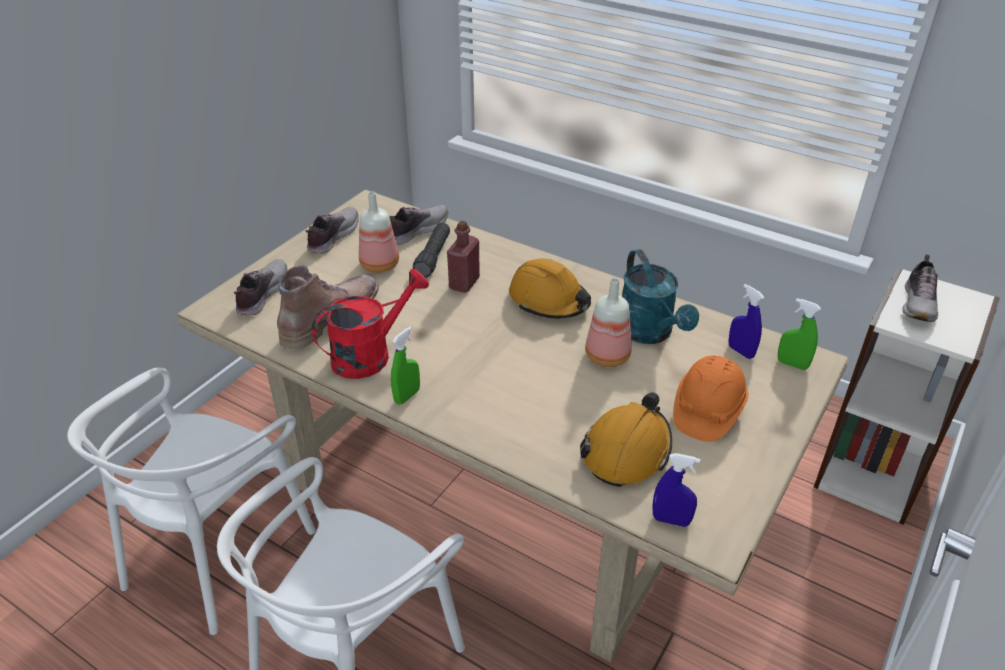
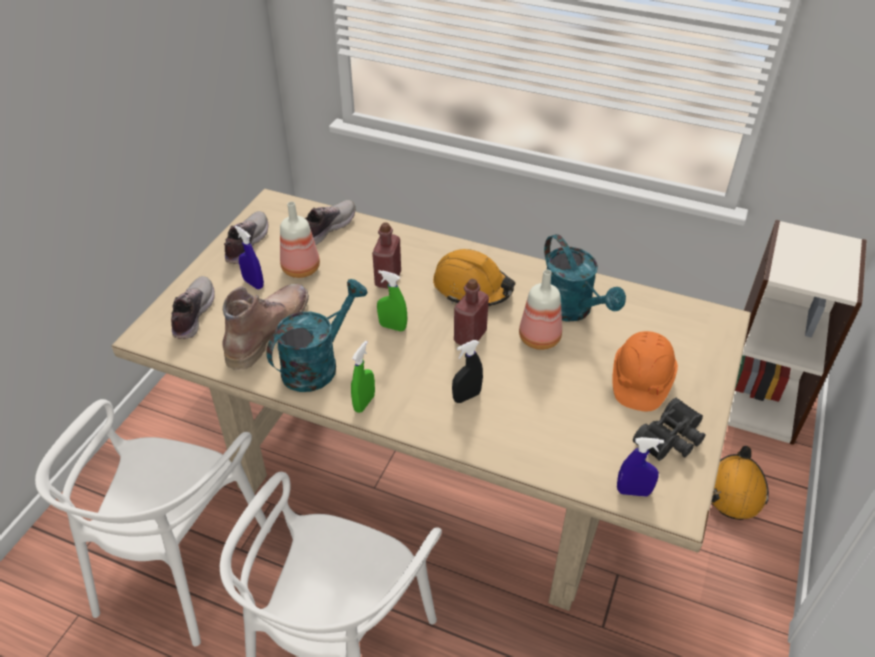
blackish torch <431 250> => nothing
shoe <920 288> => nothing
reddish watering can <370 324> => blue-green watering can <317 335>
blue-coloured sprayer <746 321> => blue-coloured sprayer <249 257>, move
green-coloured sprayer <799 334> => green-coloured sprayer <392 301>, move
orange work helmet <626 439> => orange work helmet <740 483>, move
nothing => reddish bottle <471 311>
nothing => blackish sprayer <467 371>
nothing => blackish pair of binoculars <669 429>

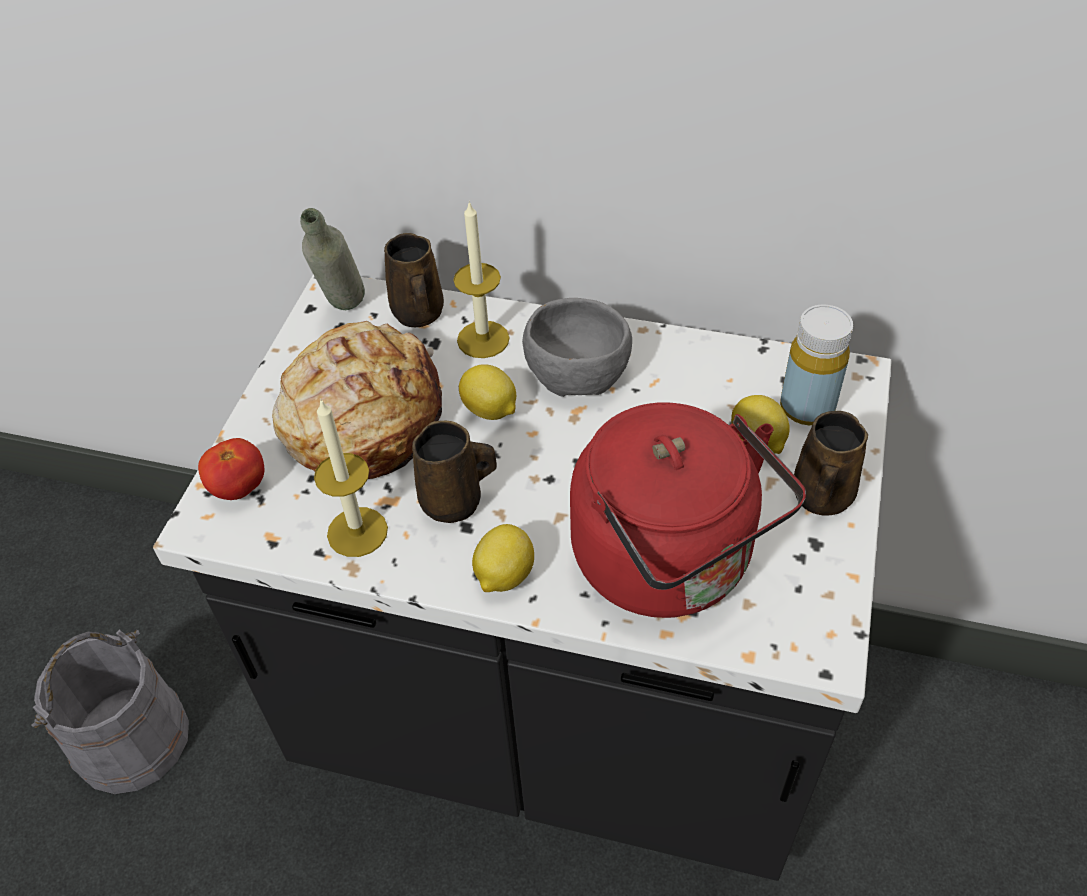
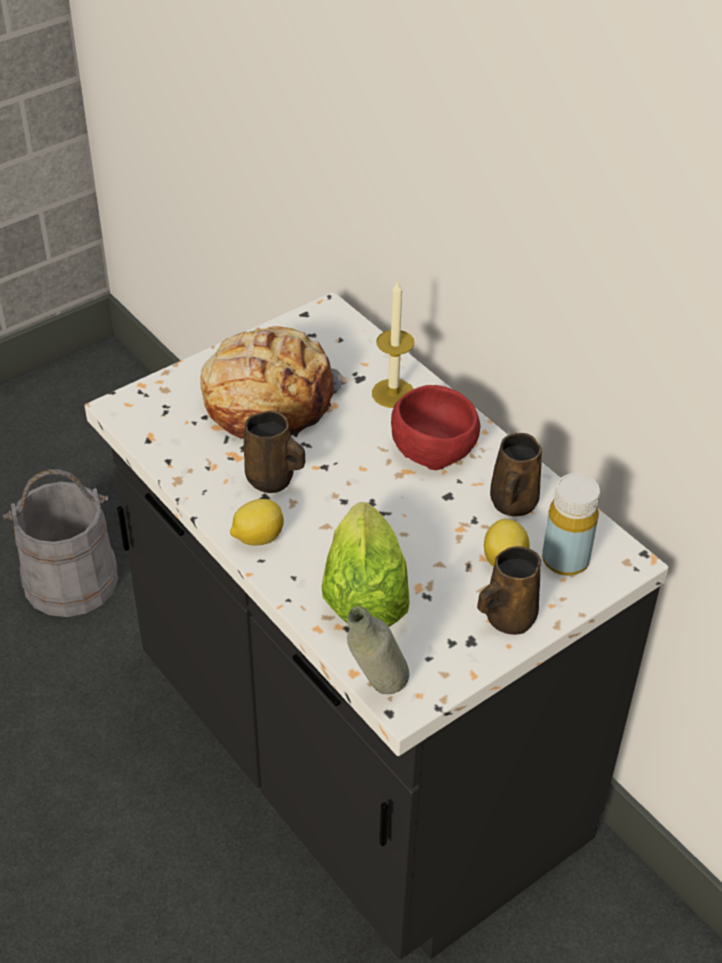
grey bottle <332 259> => grey bottle <378 650>, move
brownish tea mug <414 280> => brownish tea mug <516 474>, move
grey serving bowl <577 347> => reddish serving bowl <435 427>
citrus fruit <487 392> => nothing
wax candle <351 477> => nothing
reddish water kettle <688 510> => lettuce <366 564>
fresh tomato <231 469> => nothing

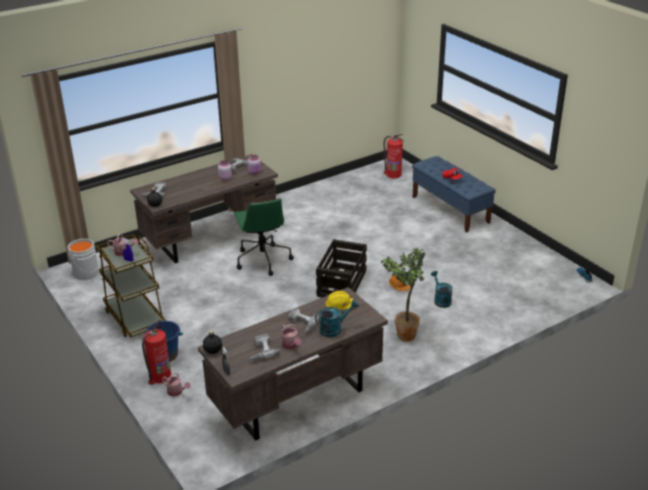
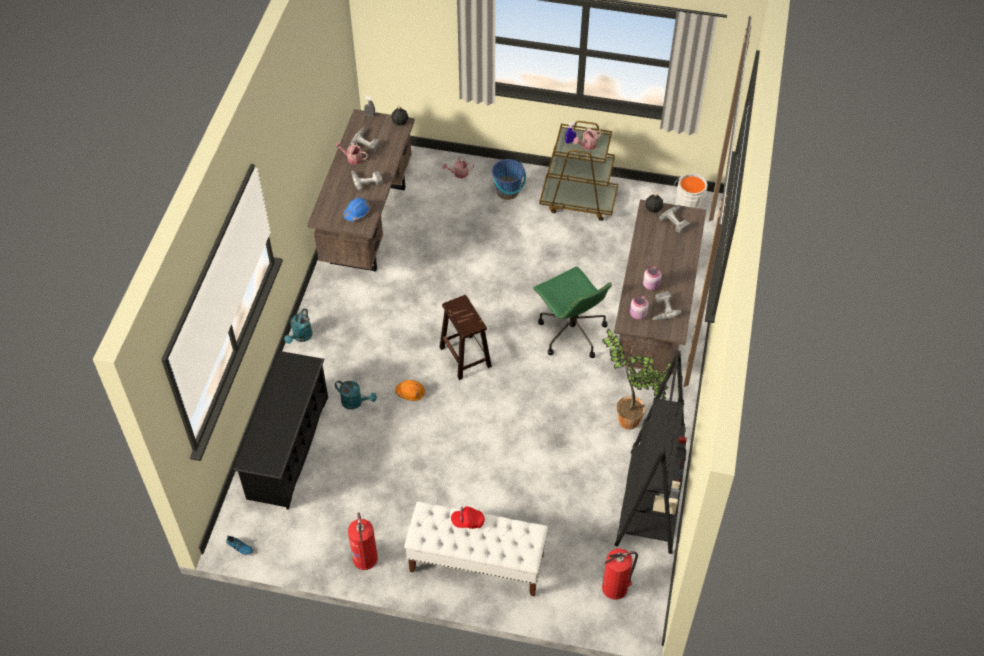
blue-coloured bench <454 194> => white-coloured bench <476 548>
green-coloured computer chair <264 237> => green-coloured computer chair <572 312>, 150 degrees counterclockwise
crate <341 268> => brownish stool <466 337>
plant in a pot <403 295> => plant in a pot <638 379>, move
yellow-coloured work helmet <339 300> => blue-coloured work helmet <356 209>
blue-green watering can <337 318> => blue-green watering can <298 326>, move
fire-fighting cylinder <156 352> => fire-fighting cylinder <363 541>, move
nothing => blackish shoe rack <280 430>
nothing => blackish shelving unit <651 452>

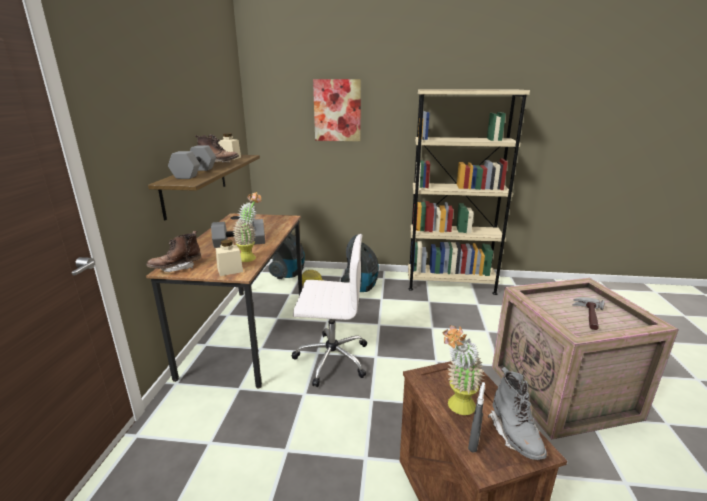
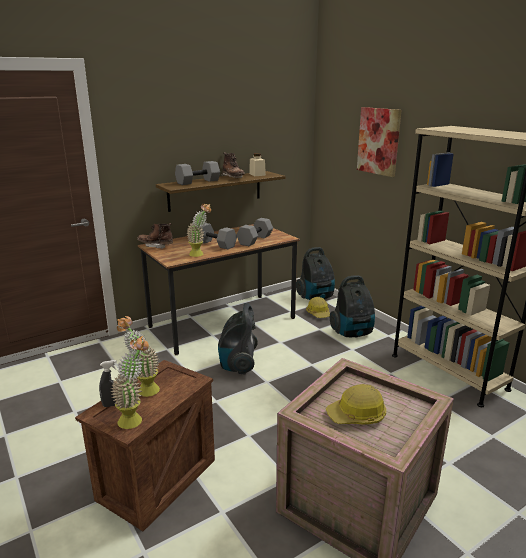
white-coloured computer chair <329 310> => vacuum cleaner <238 339>
sand-coloured storage jar <229 257> => nothing
hand hammer <588 313> => work helmet <356 404>
grey tall boot <517 413> => plant in a pot <130 382>
nothing => grey free weight <255 232>

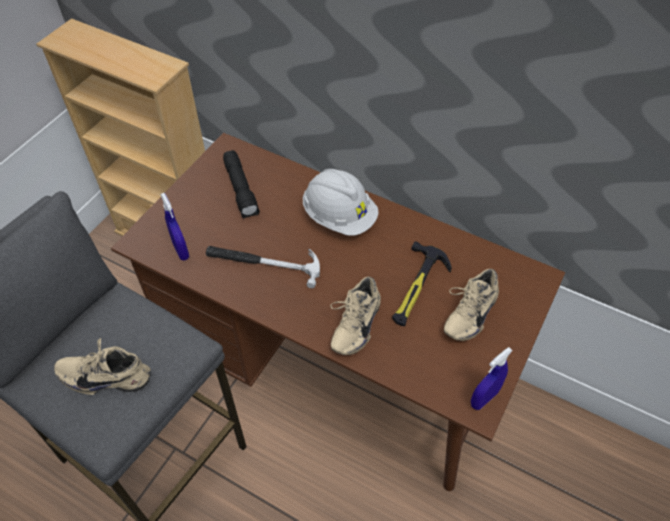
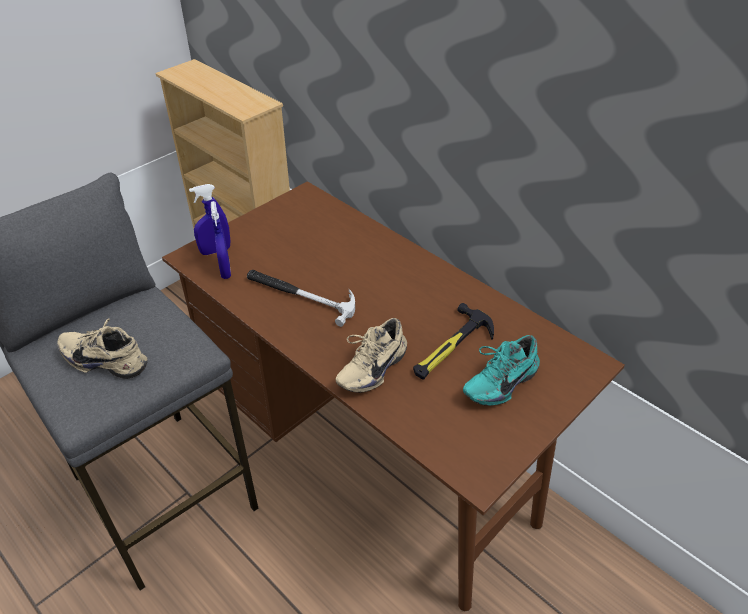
blackish torch <241 184> => nothing
white-coloured work helmet <341 202> => nothing
sand-coloured shoe <471 305> => blue-green shoe <501 370>
blue-coloured sprayer <492 378> => blue-coloured sprayer <209 219>, move

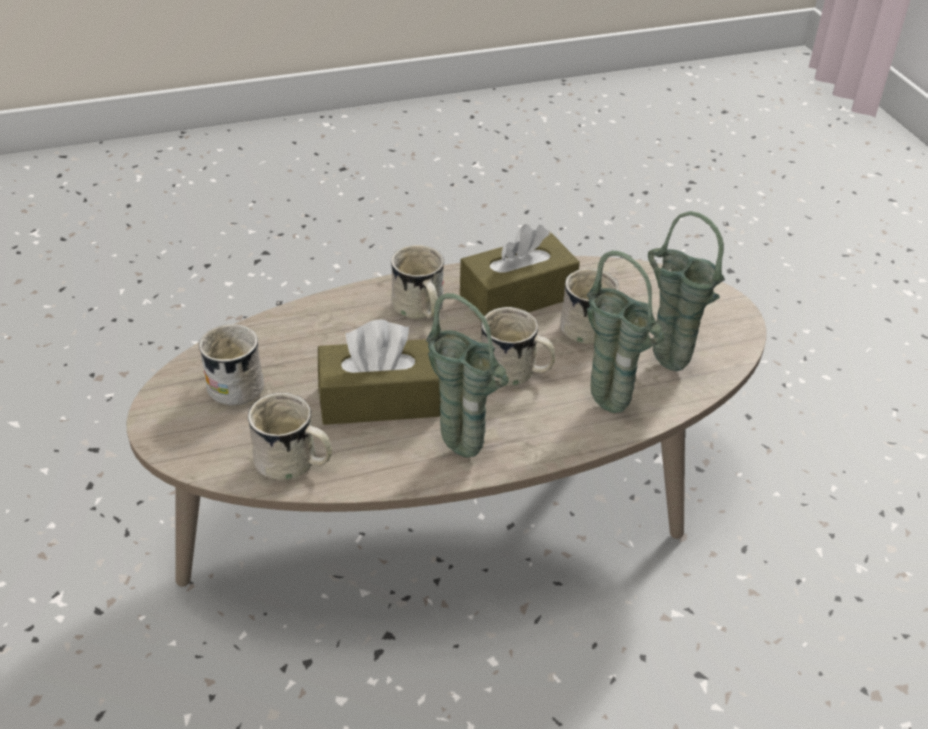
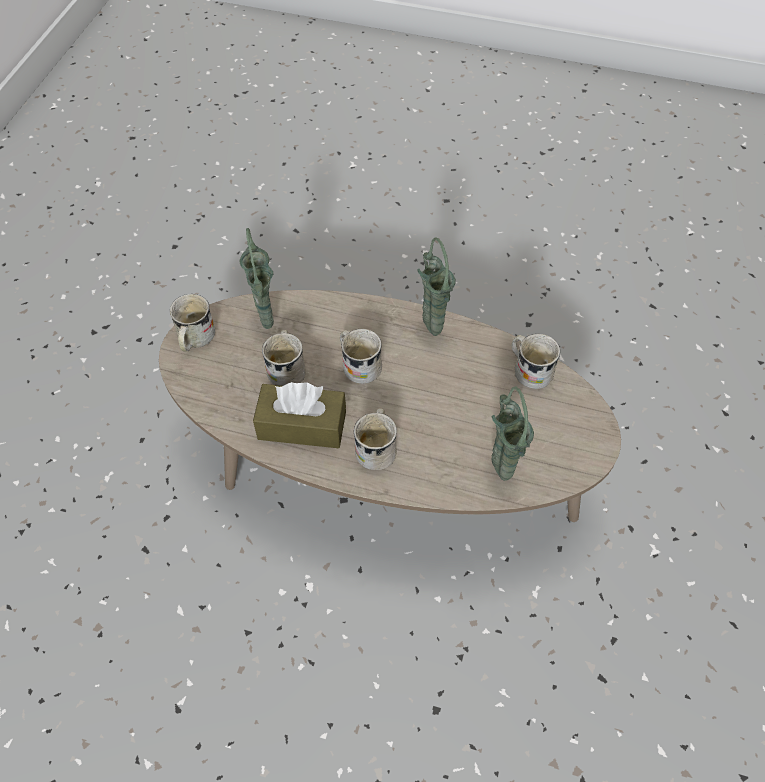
green-coloured flower vase <625 332> => green-coloured flower vase <512 433>, move
brownish tissue holder <379 372> => nothing
white-coloured tea mug <231 365> => white-coloured tea mug <192 323>, move

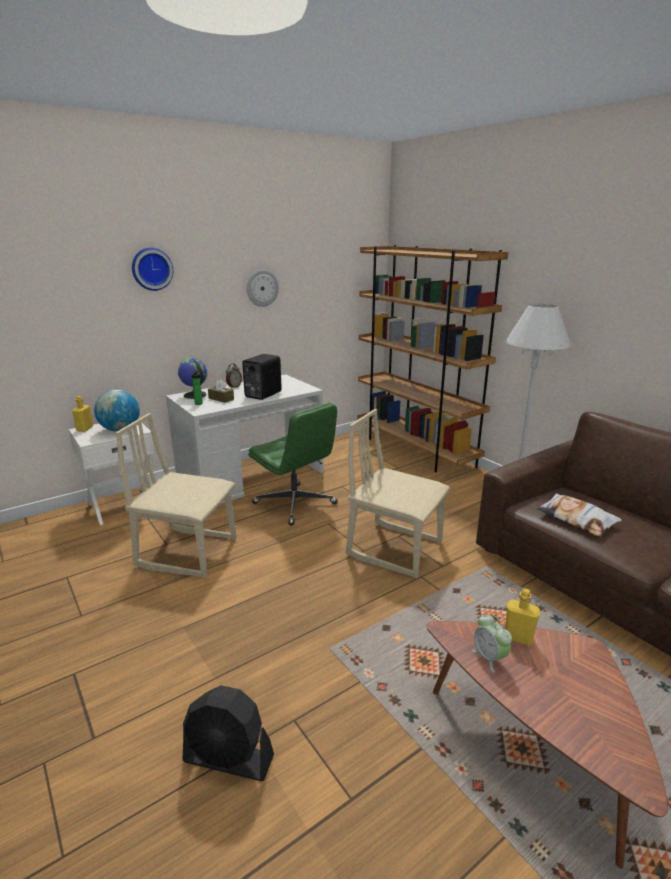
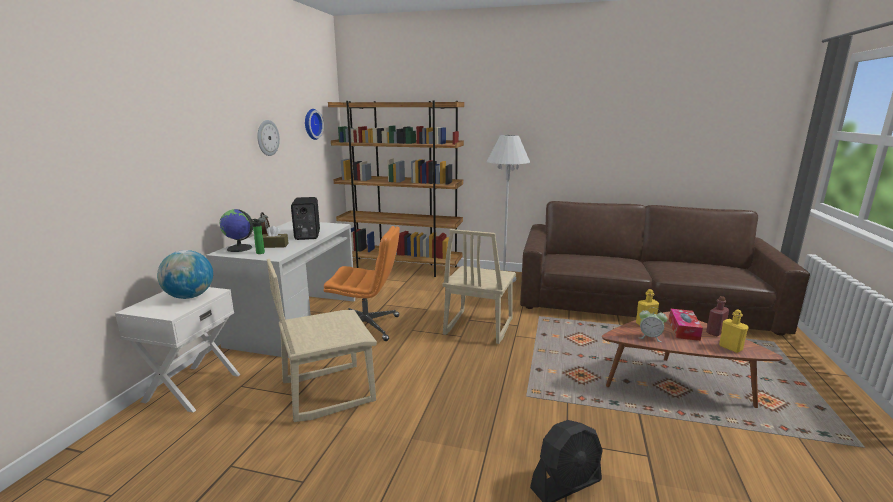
wall clock <152 269> => wall clock <314 124>, move
yellow-coloured bottle <82 414> => yellow-coloured bottle <734 331>, move
green-coloured computer chair <293 464> => orange computer chair <362 283>
sand-coloured chair <398 493> => sand-coloured chair <479 286>, 60 degrees counterclockwise
cushion <579 515> => nothing
nothing => reddish bottle <717 316>
nothing => tissue holder <686 325>

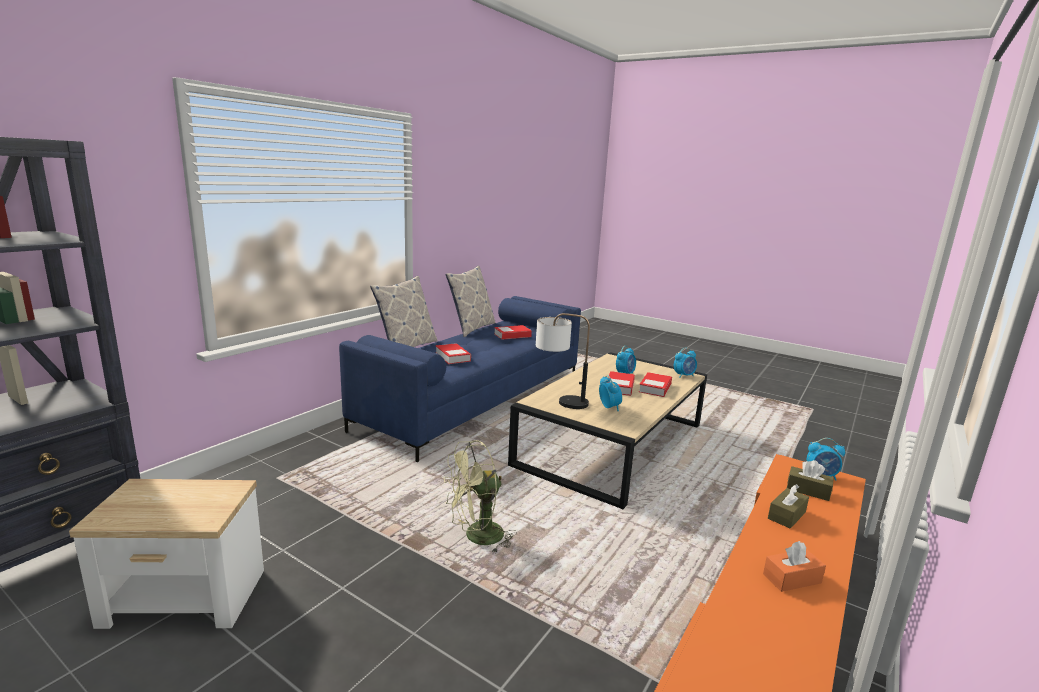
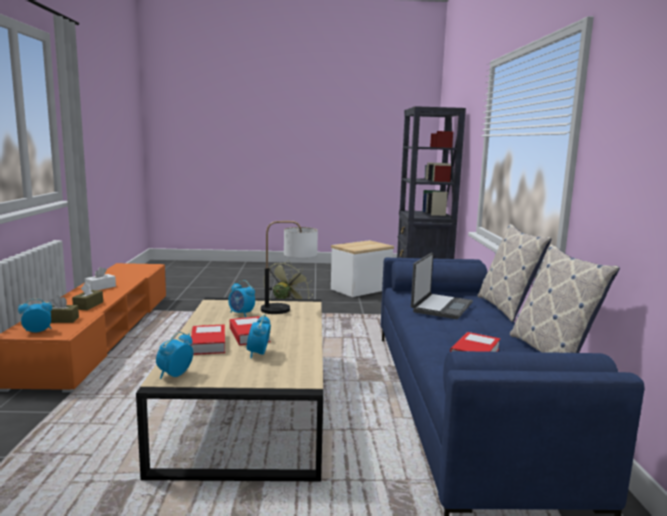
volume <453 353> => notebook computer <442 286>
orange tissue holder <794 566> => white-coloured tissue holder <100 278>

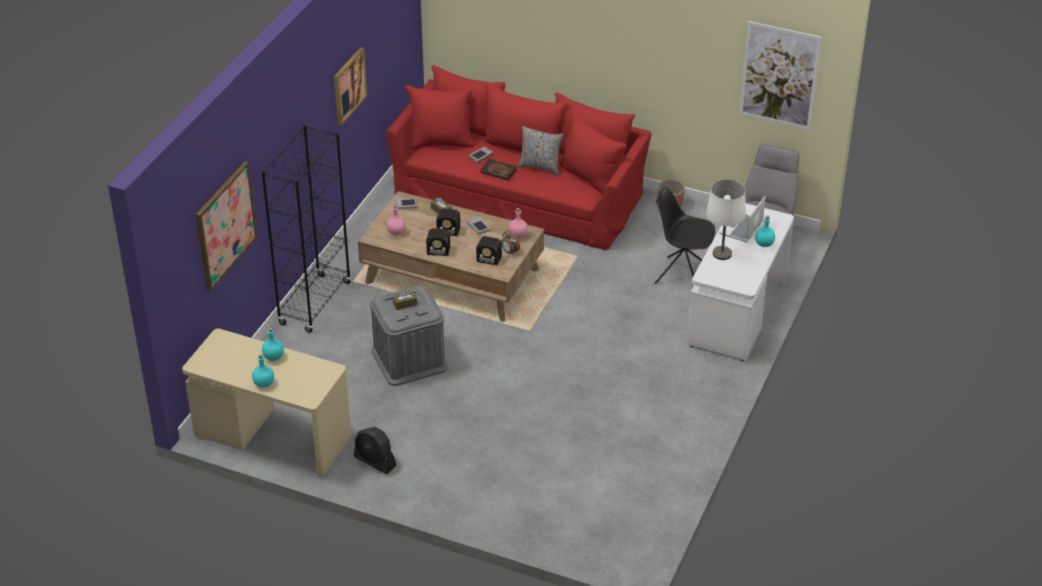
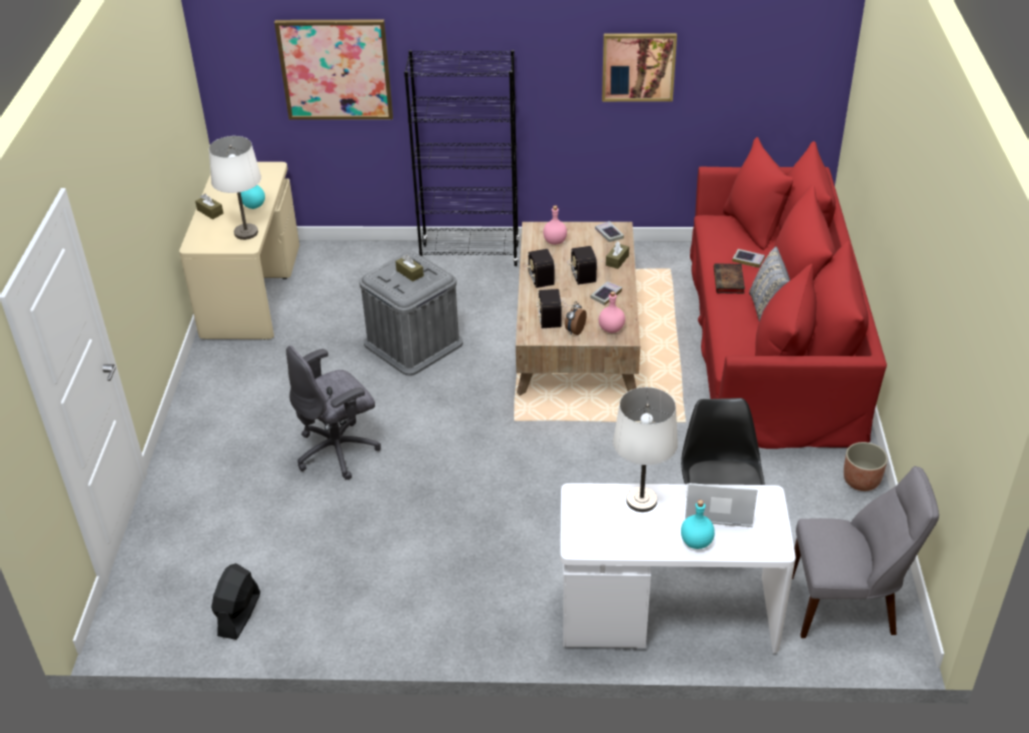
wall picture <780 75> => nothing
blue-green bottle <263 371> => brownish tissue holder <209 206>
blackish electric fan <375 450> => blackish electric fan <235 601>, move
nothing => white-coloured tabletop lamp <235 188>
nothing => grey computer chair <333 413>

